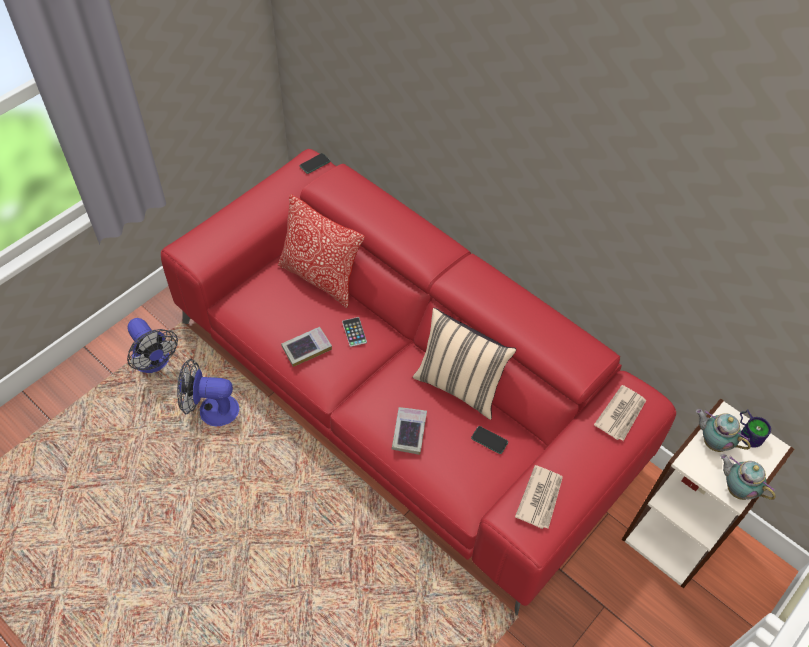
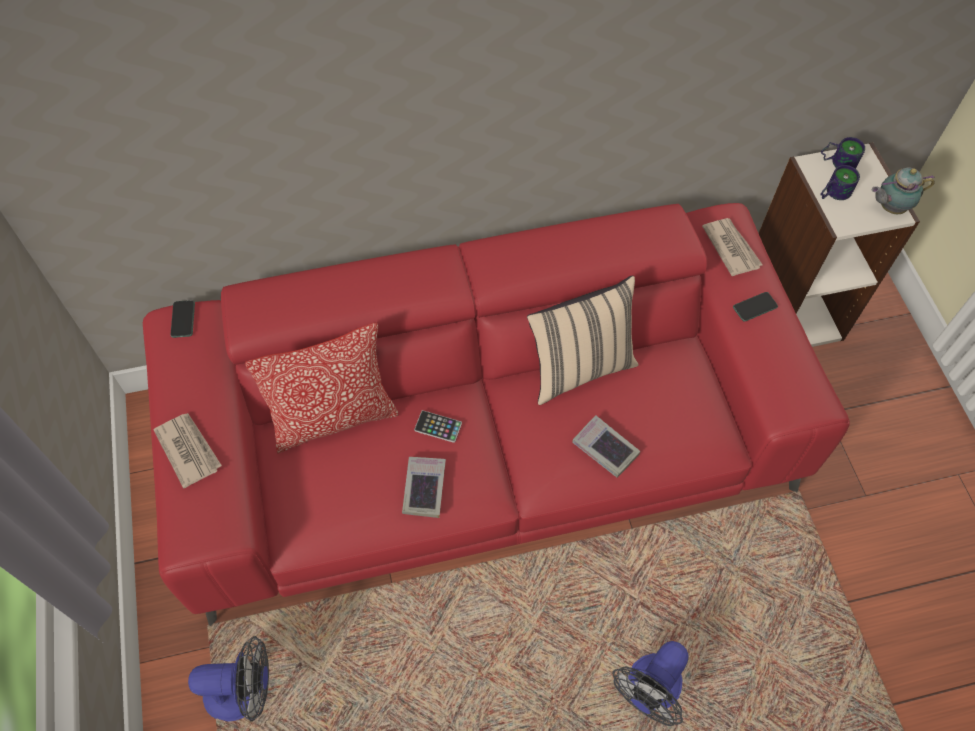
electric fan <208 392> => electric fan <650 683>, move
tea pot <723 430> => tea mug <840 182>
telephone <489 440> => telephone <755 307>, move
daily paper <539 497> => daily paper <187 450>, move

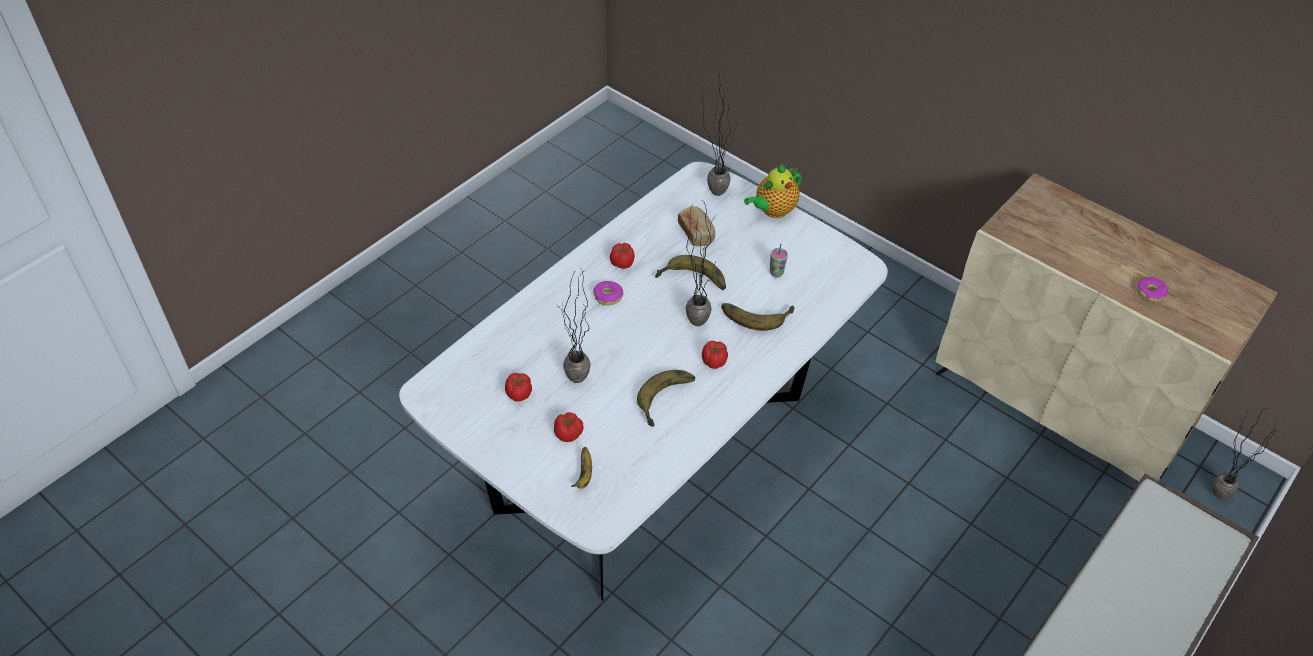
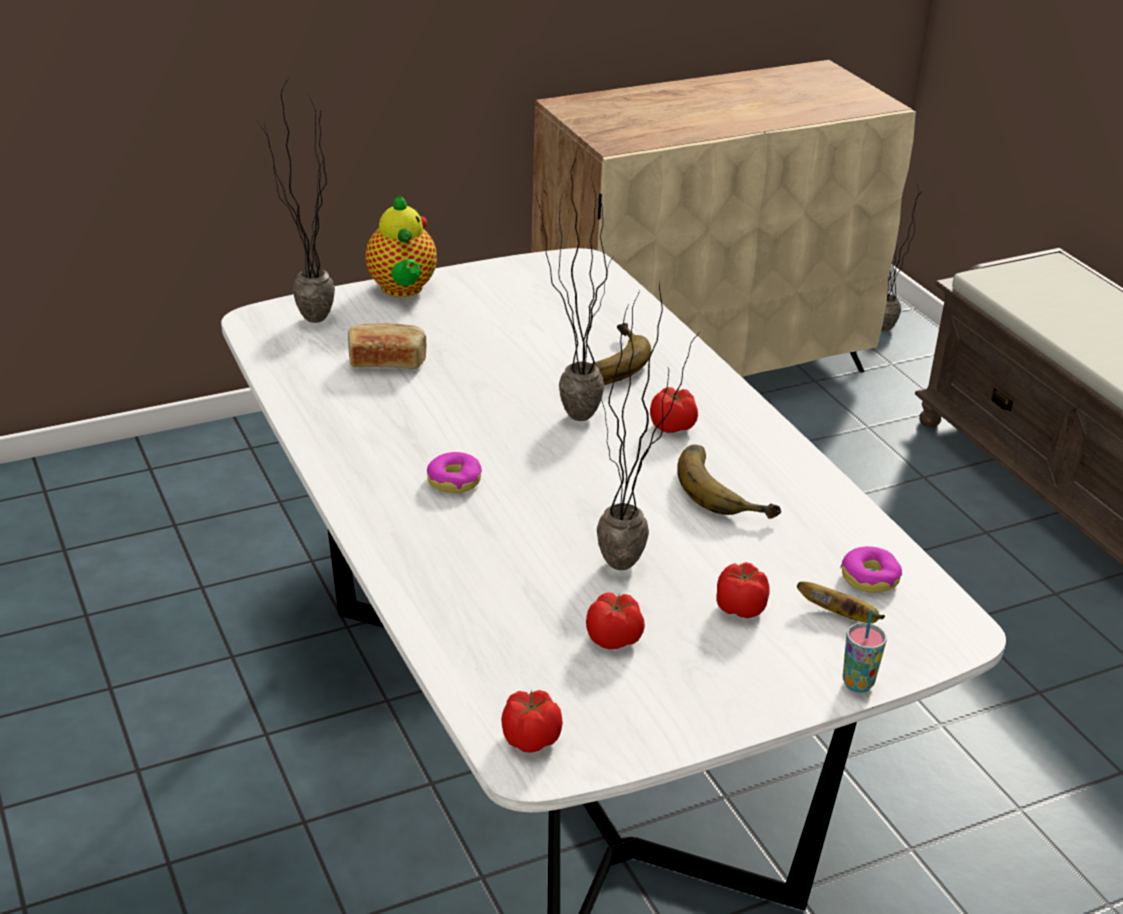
fresh tomato <622 256> => fresh tomato <532 721>, move
cup <779 260> => cup <865 651>, move
banana fruit <690 272> => nothing
doughnut <1152 289> => doughnut <871 569>, move

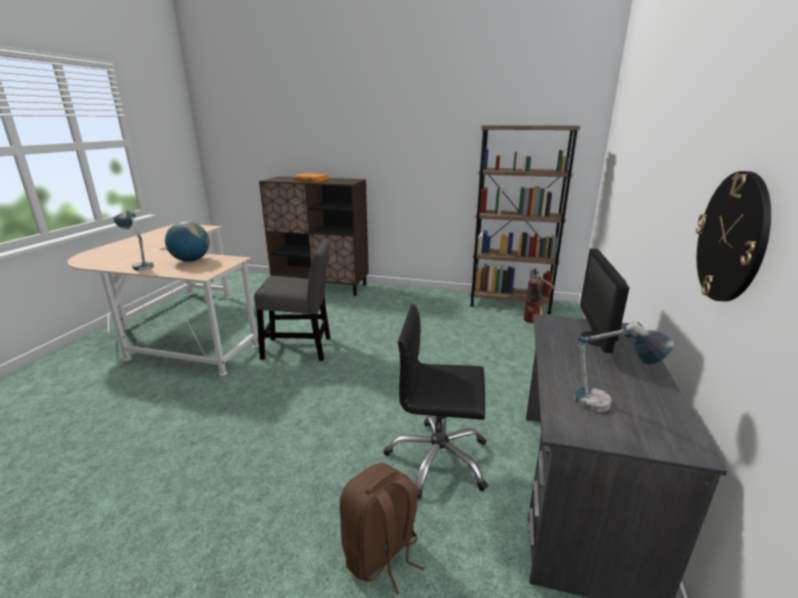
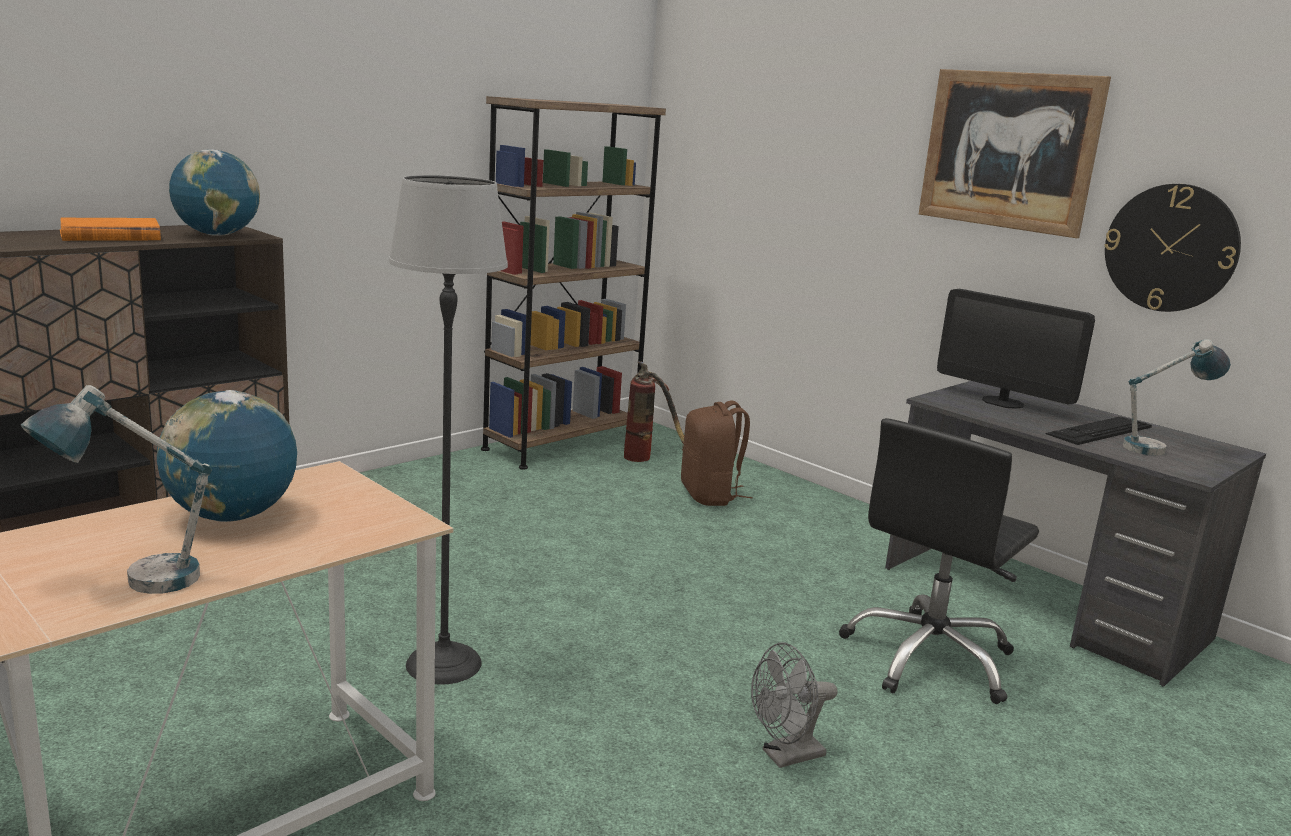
grey chair <292 299> => standing lamp <448 430>
brownish rucksack <382 529> => brownish rucksack <717 453>, move
nothing => wall picture <1015 153>
nothing => desk globe <214 193>
nothing => keyboard <1099 431>
nothing => grey electric fan <794 705>

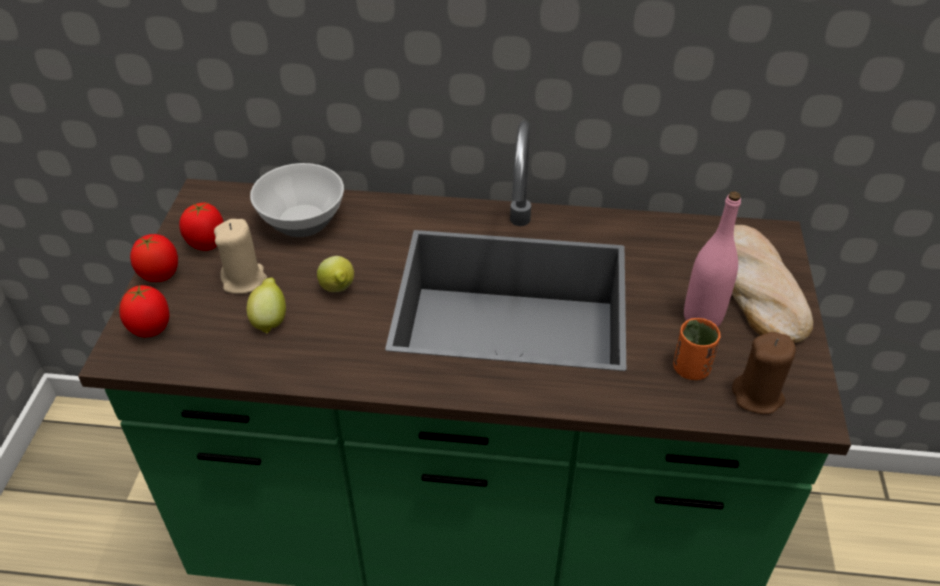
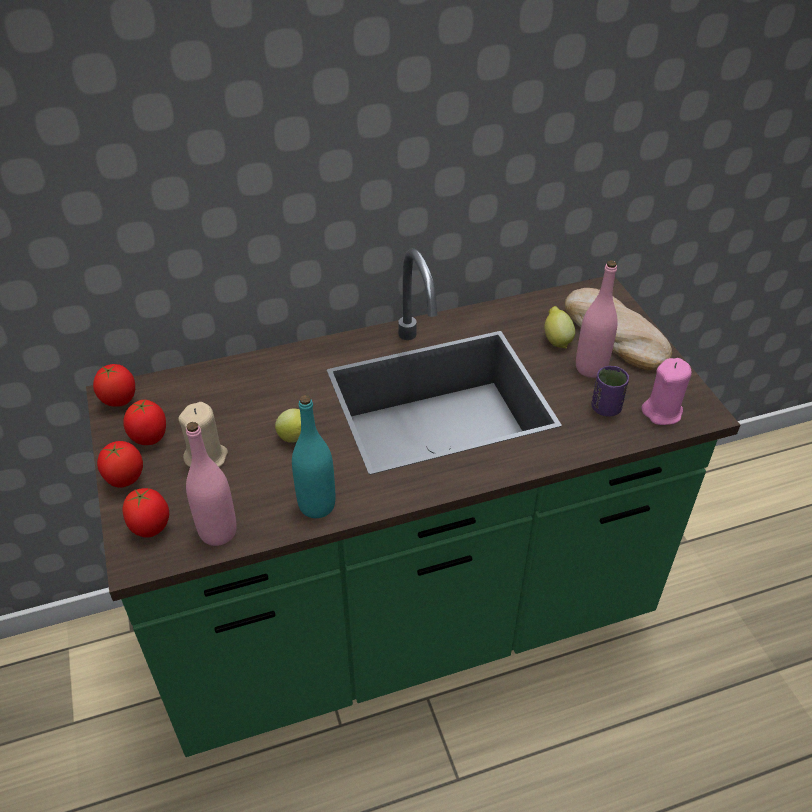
serving bowl <297 200> => nothing
citrus fruit <266 306> => citrus fruit <559 327>, move
orange cup <697 349> => purplish cup <610 391>
brownish wax candle <764 373> => pinkish wax candle <666 391>
nothing => fresh tomato <114 385>
nothing => blue-green bottle <313 456>
nothing => pinkish bottle <211 484>

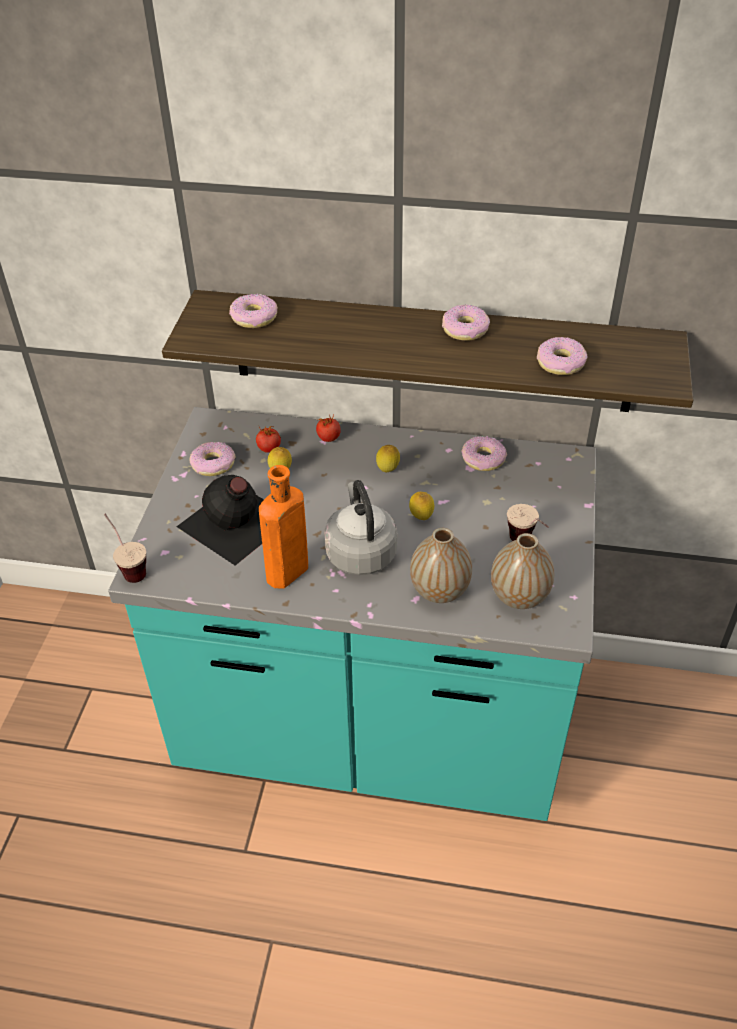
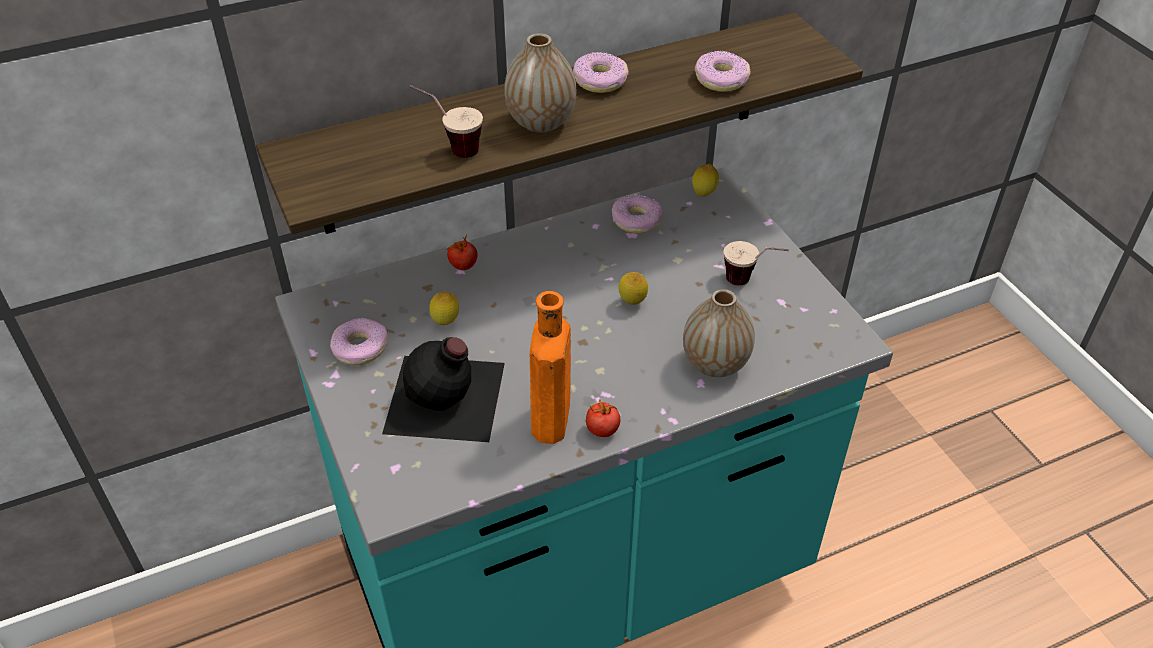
doughnut <253 311> => nothing
fresh tomato <268 439> => fresh tomato <603 418>, move
citrus fruit <388 458> => citrus fruit <705 180>, move
grey water kettle <360 527> => nothing
cup <125 548> => cup <446 121>, move
flower vase <522 571> => flower vase <540 83>, move

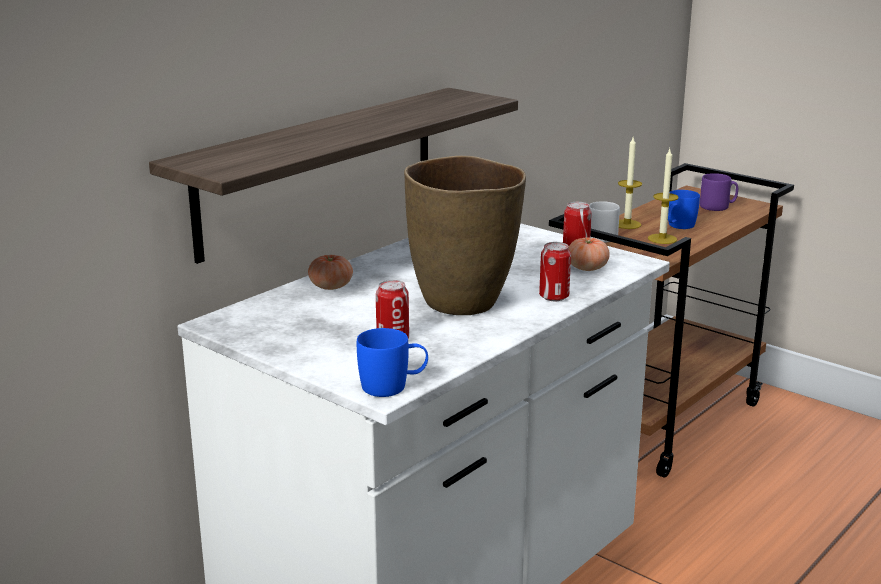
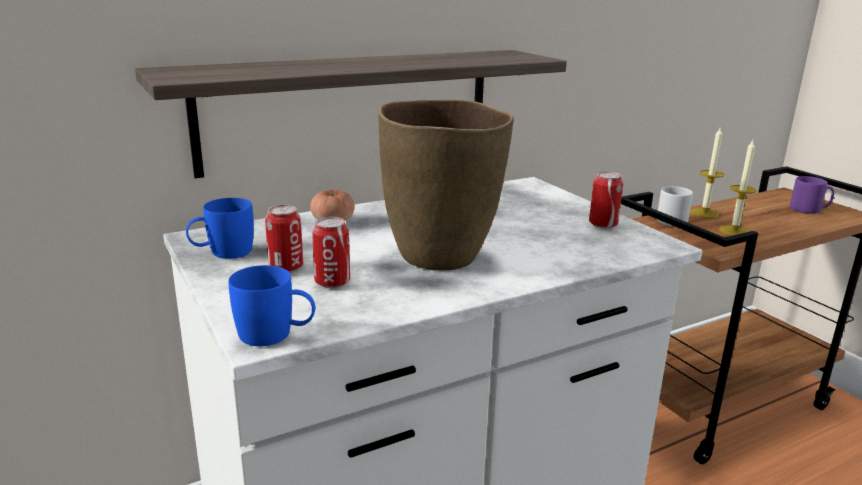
blue-coloured tea mug <684 209> => blue-coloured tea mug <220 228>, move
fresh tomato <589 254> => nothing
metal can <555 271> => metal can <284 239>, move

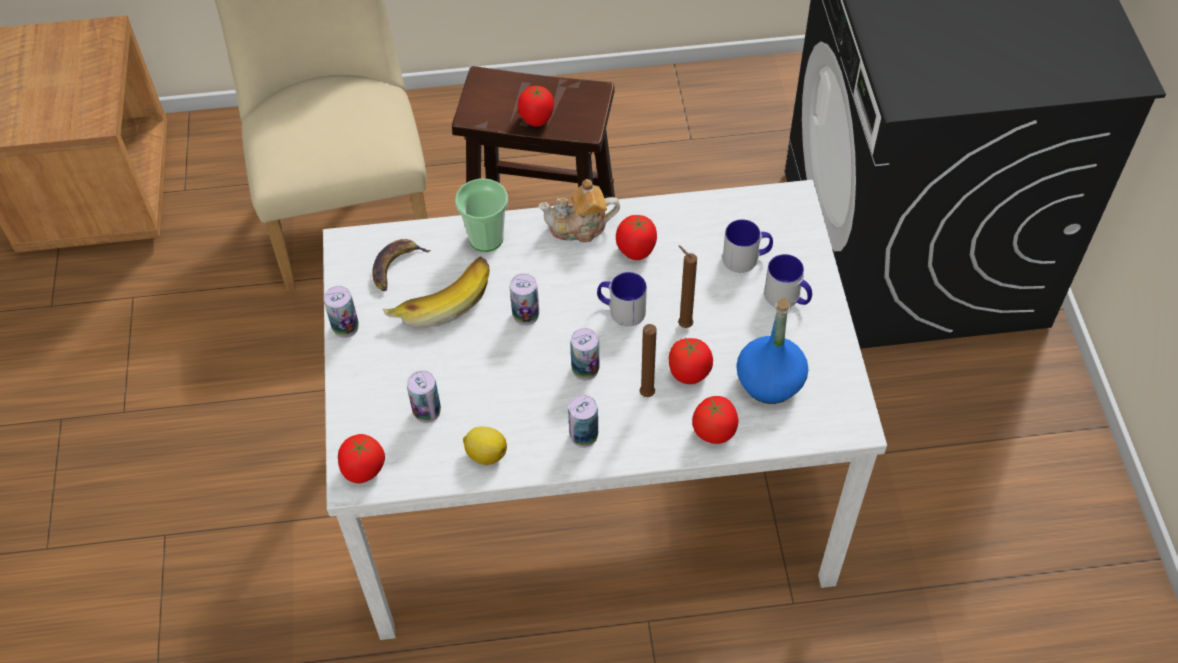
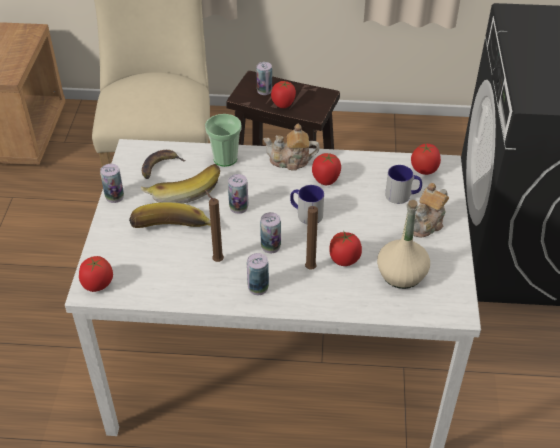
brownish wax candle <687 286> => brownish wax candle <214 226>, move
tea mug <788 280> => tea pot <431 210>
blue-coloured bottle <772 351> => sand-coloured bottle <403 244>
metal can <424 396> => metal can <264 78>, move
fresh tomato <715 420> => fresh tomato <426 159>, move
citrus fruit <485 446> => nothing
nothing => banana fruit <170 215>

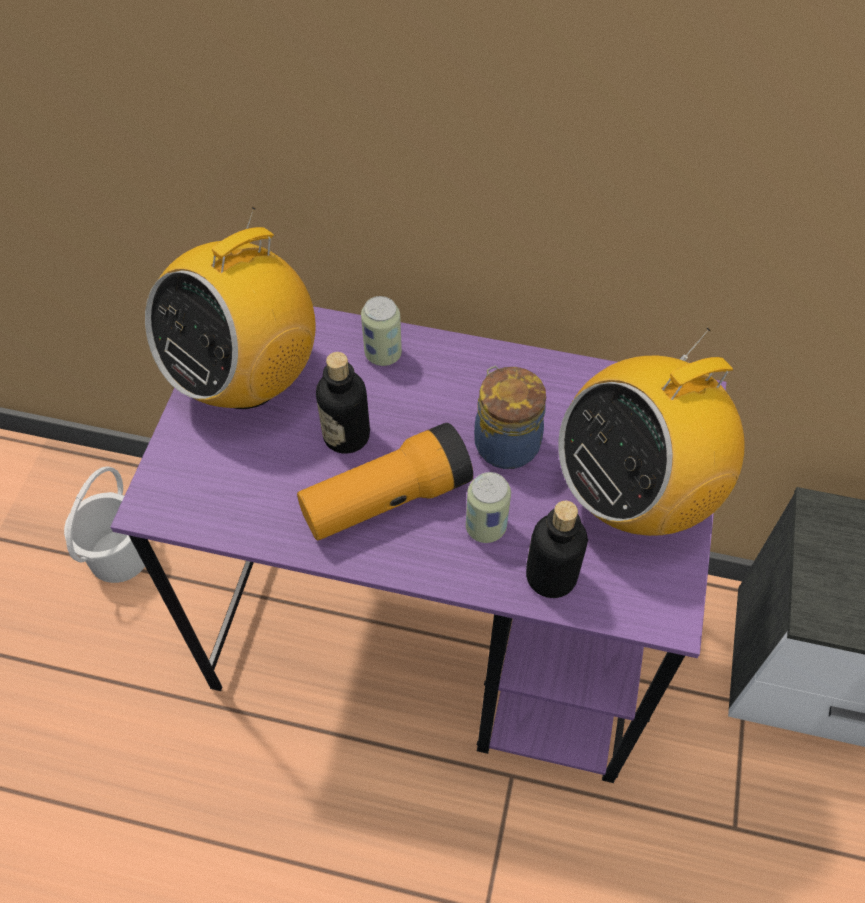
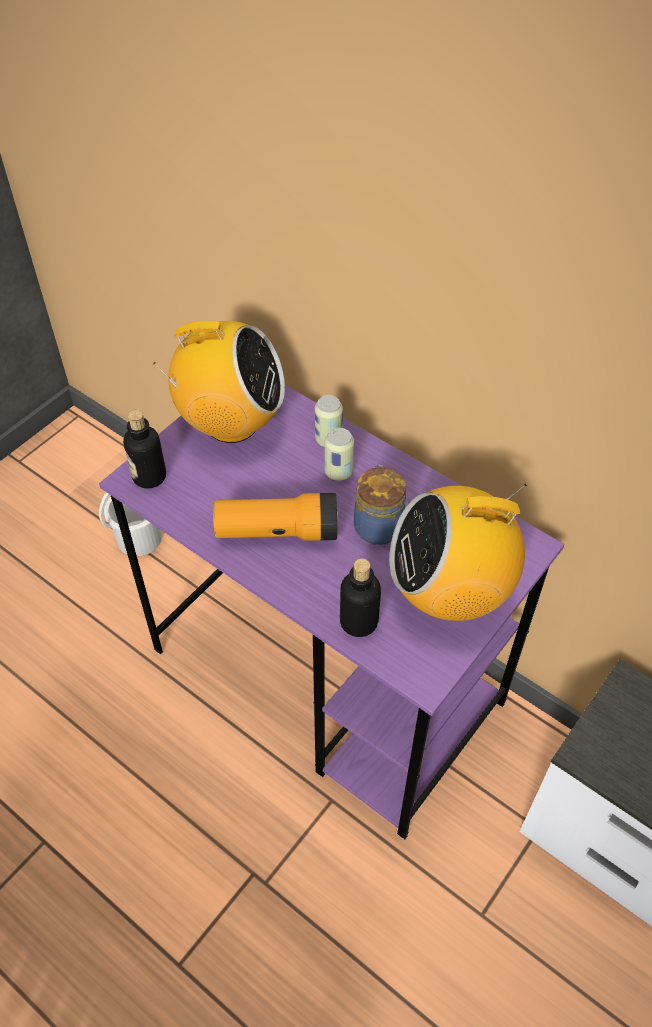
radio set <230 308> => radio set <219 382>, 150 degrees counterclockwise
bottle <343 403> => bottle <144 449>, move
metal can <488 507> => metal can <339 454>, move

